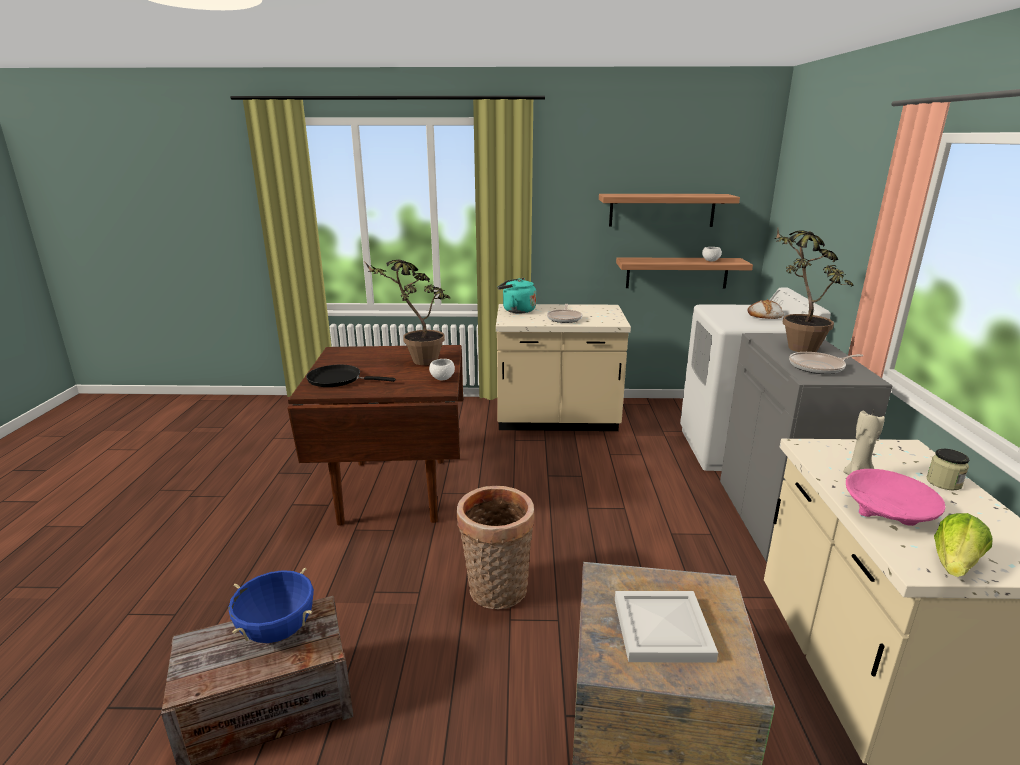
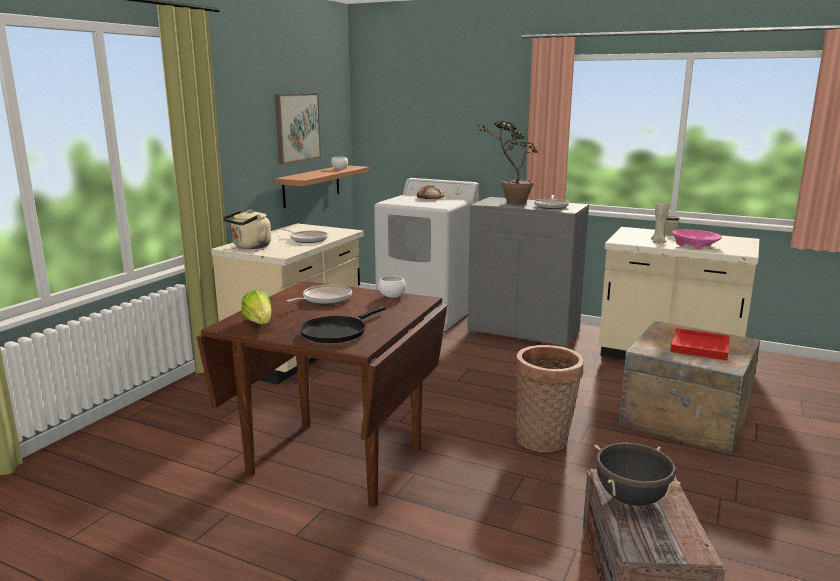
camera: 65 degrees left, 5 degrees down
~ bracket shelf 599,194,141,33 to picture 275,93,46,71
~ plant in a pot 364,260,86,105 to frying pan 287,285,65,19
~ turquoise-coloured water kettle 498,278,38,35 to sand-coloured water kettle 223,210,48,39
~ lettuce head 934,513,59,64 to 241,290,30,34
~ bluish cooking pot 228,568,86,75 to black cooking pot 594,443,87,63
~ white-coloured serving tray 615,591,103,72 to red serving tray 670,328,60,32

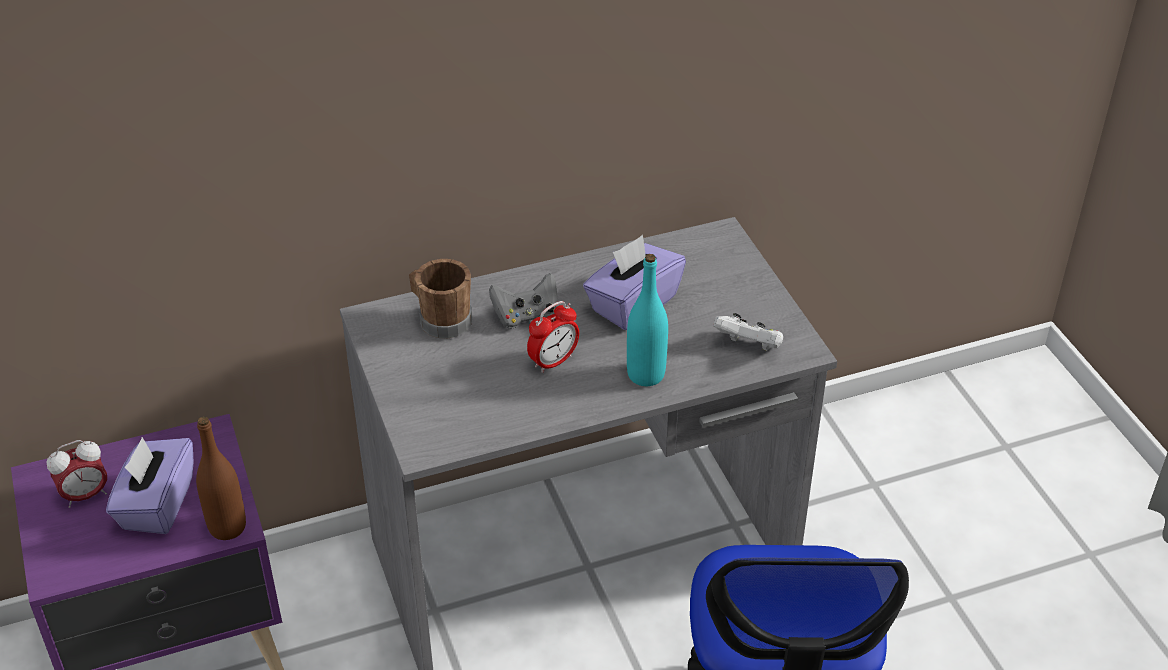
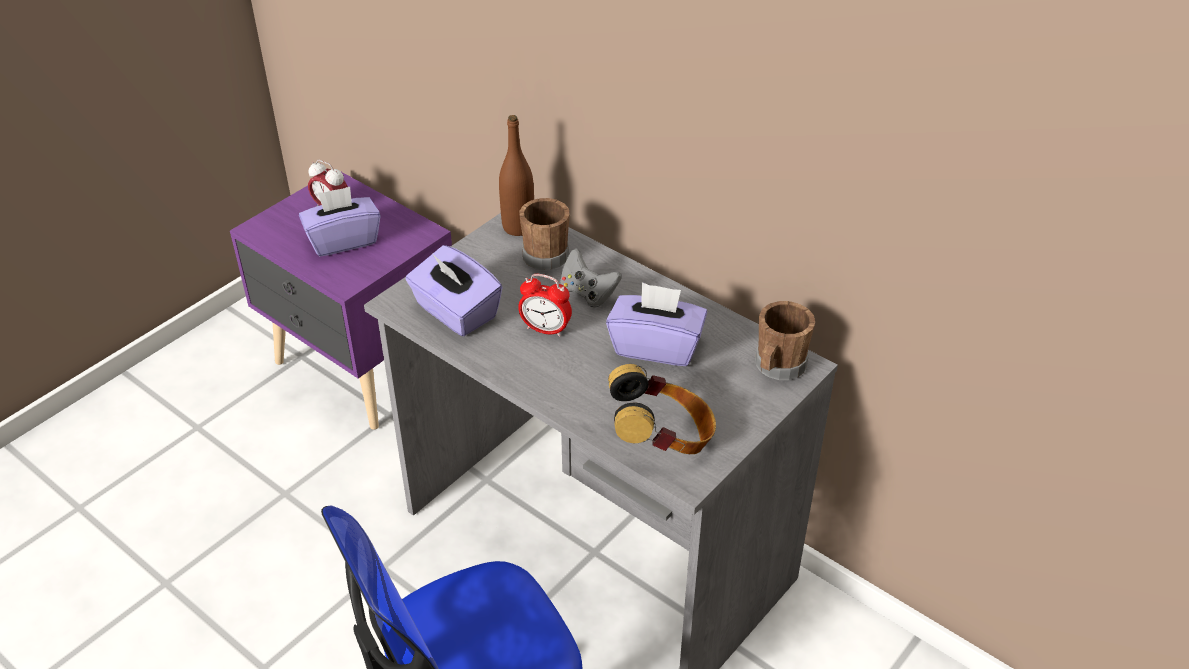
camera: 60 degrees right, 0 degrees up
- turquoise-coloured drink bottle 627,254,41,132
~ white-coloured gamepad 714,313,69,38 to pair of headphones 608,364,108,90
~ brown drink bottle 196,417,50,123 to 499,115,35,121
+ purplish tissue box 405,245,98,91
+ brown tea mug 755,301,60,79

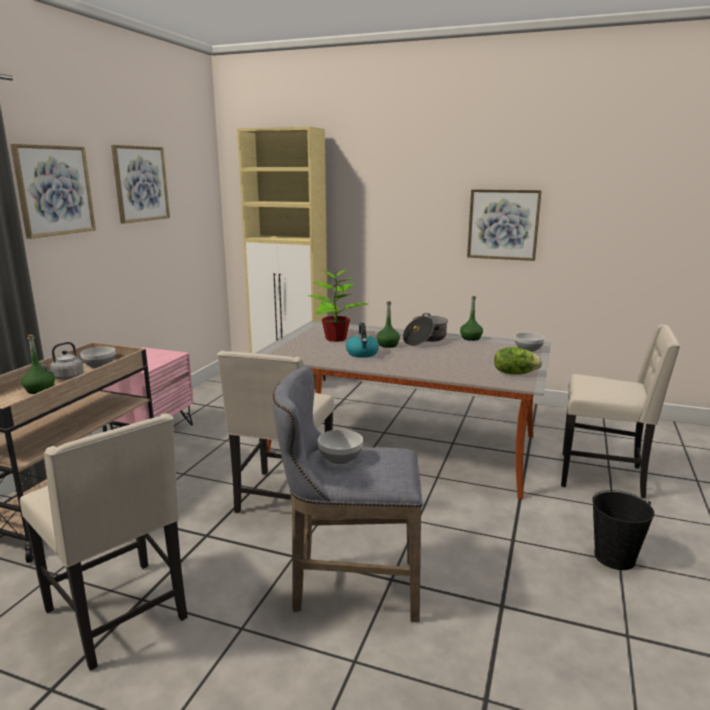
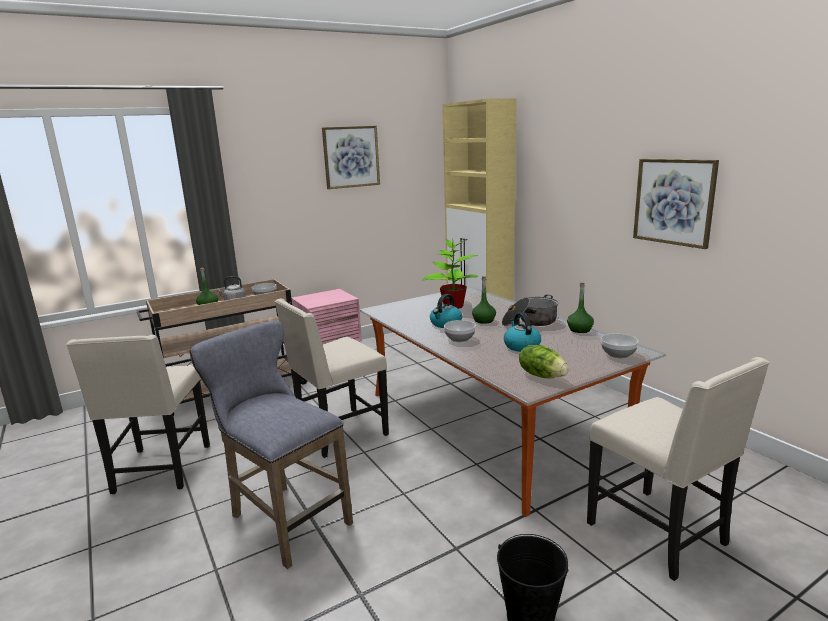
camera: 40 degrees right, 0 degrees up
- picture 11,144,85,95
~ deep dish 318,430,45,34 to 444,320,32,22
+ water kettle 504,312,37,40

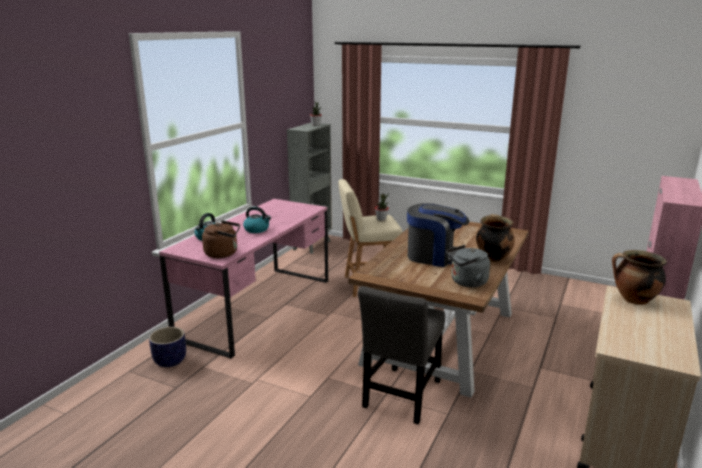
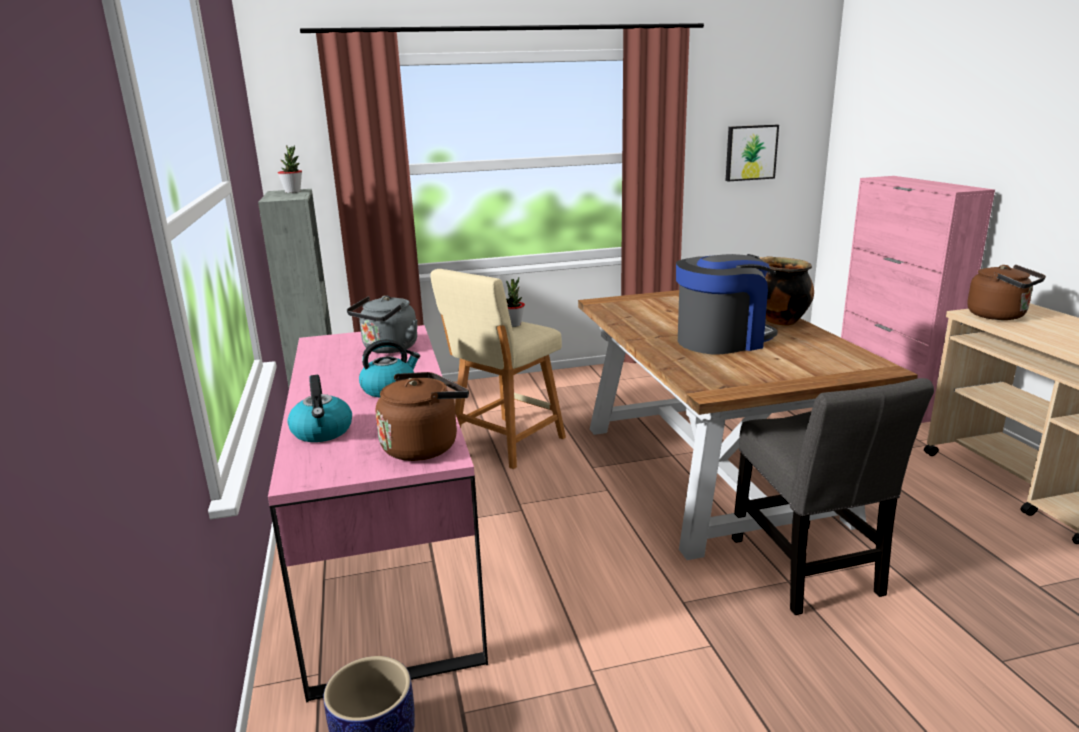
camera: 40 degrees left, 0 degrees up
~ grey water kettle 446,245,44,42 to 347,296,71,57
~ cooking pot 612,250,55,55 to brown water kettle 967,265,79,55
+ picture 726,125,53,56

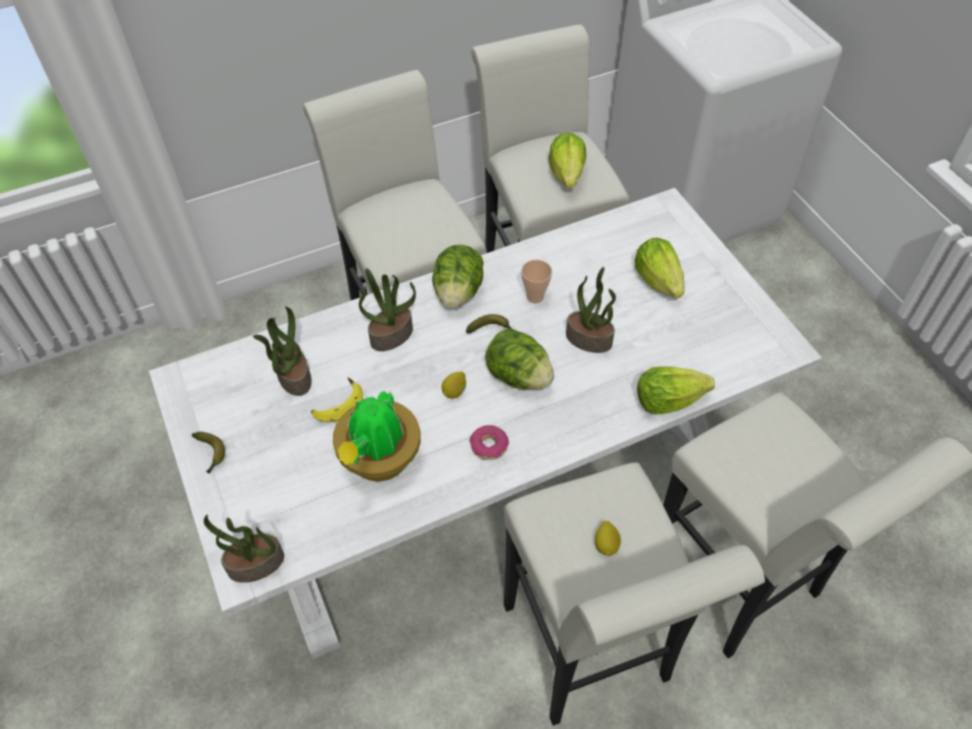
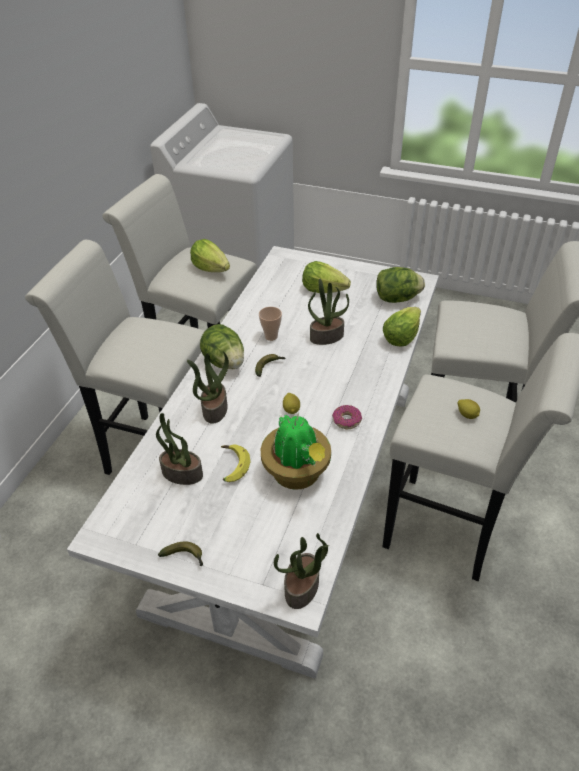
camera: 45 degrees left, 10 degrees down
~ lettuce head 485,328,69,62 to 376,267,49,36

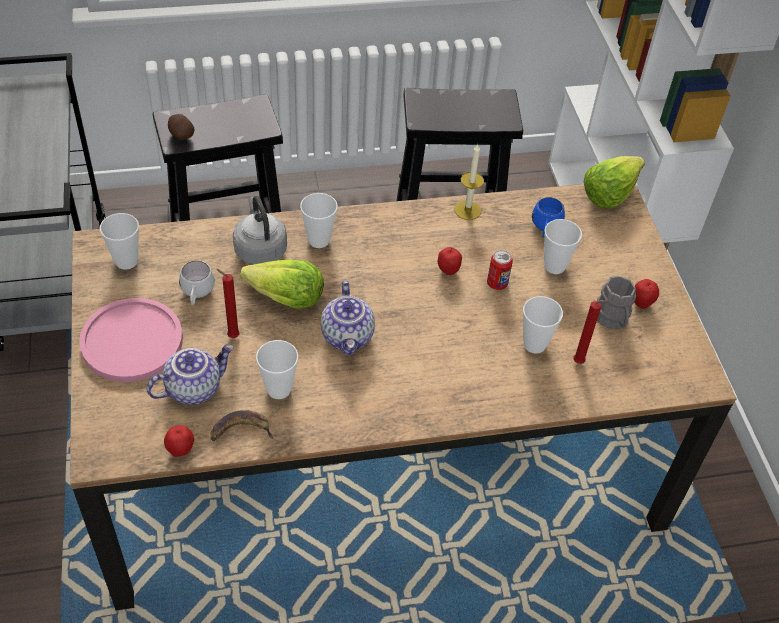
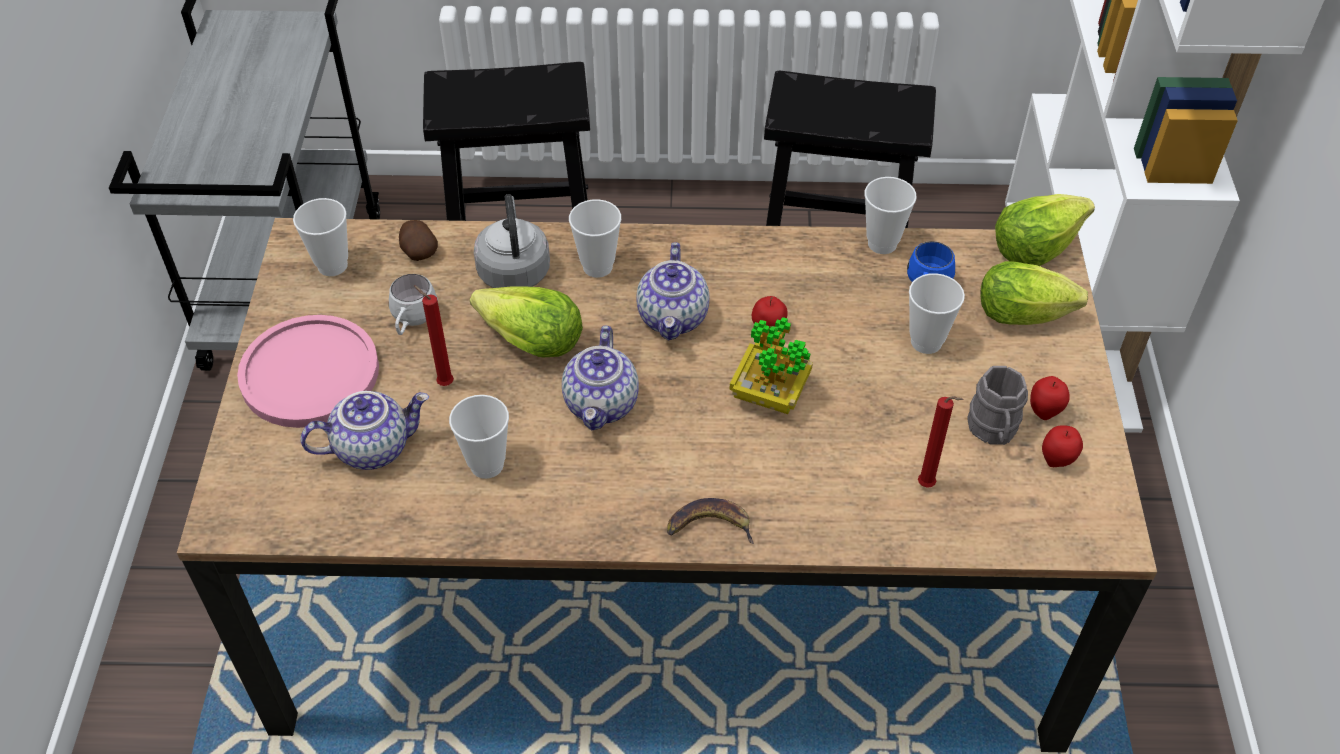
camera: 15 degrees right, 0 degrees up
~ whole potato 168,114,26,26 to 399,220,39,41
- candle 455,144,29,76
- sealed can 487,250,26,40
~ small cup 523,296,40,58 to 864,177,53,77
~ whole banana 211,410,62,31 to 667,498,87,46
~ apple fruit 164,425,30,32 to 1042,425,41,42
+ pot for tea 636,242,73,99
+ lettuce head 980,261,108,64
+ plant in a pot 729,317,84,97

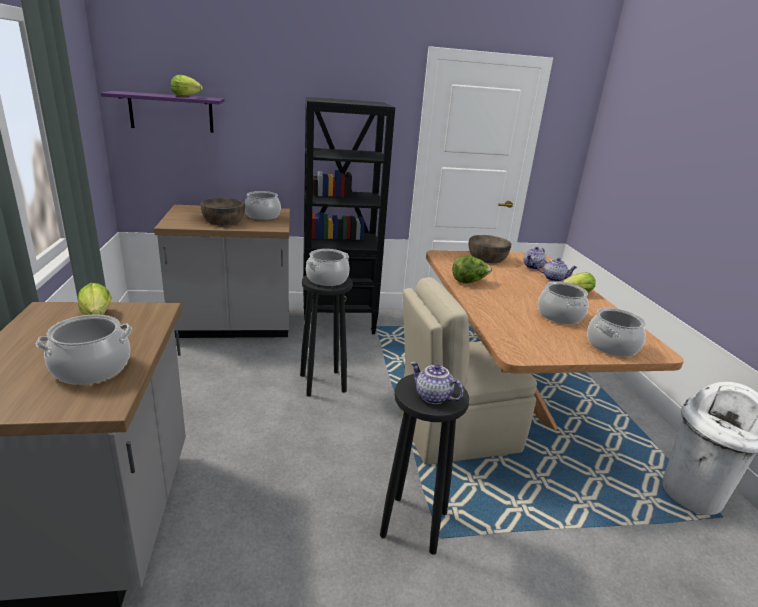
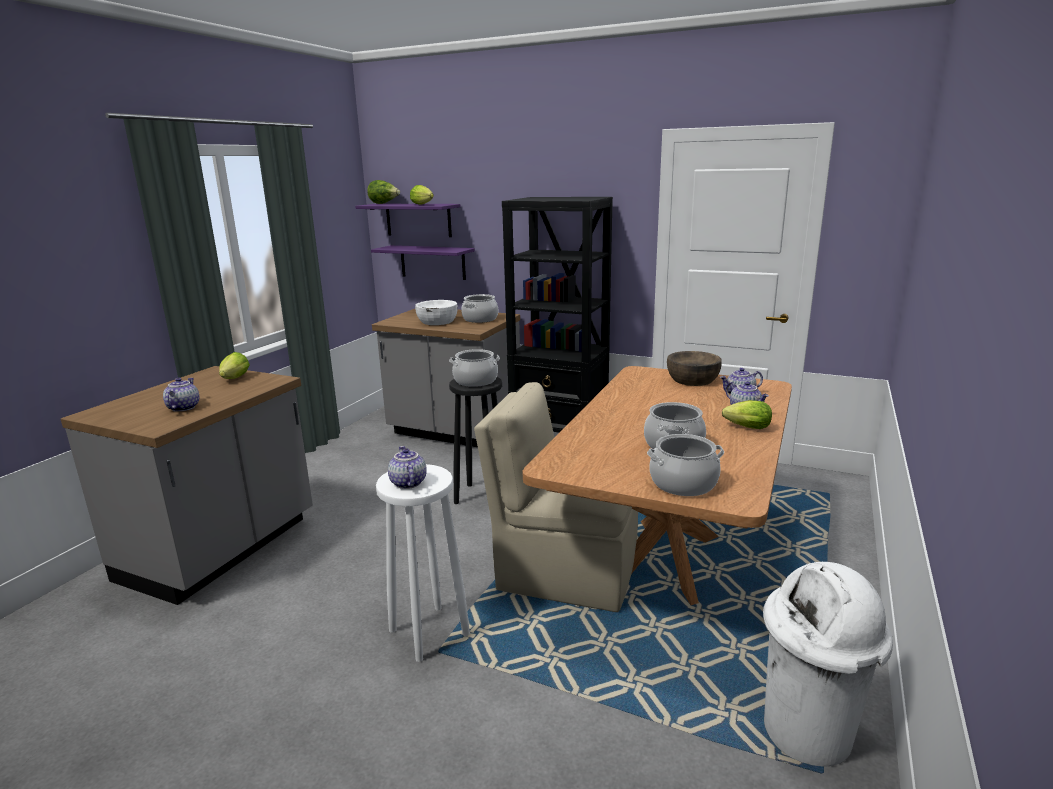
camera: 35 degrees right, 5 degrees down
~ brown deep dish 200,198,45,27 to white-coloured deep dish 415,300,43,25
~ lettuce head 452,256,40,28 to 367,180,33,24
~ cooking pot 36,314,96,71 to pot for tea 163,378,36,34
~ black sitting stool 380,374,89,181 to white-coloured sitting stool 376,464,94,198
+ purplish bracket shelf 371,245,104,35

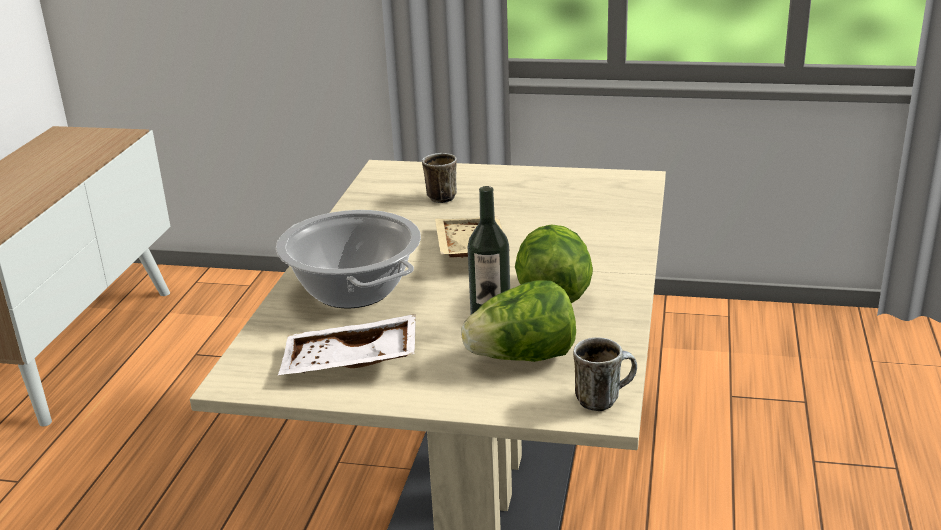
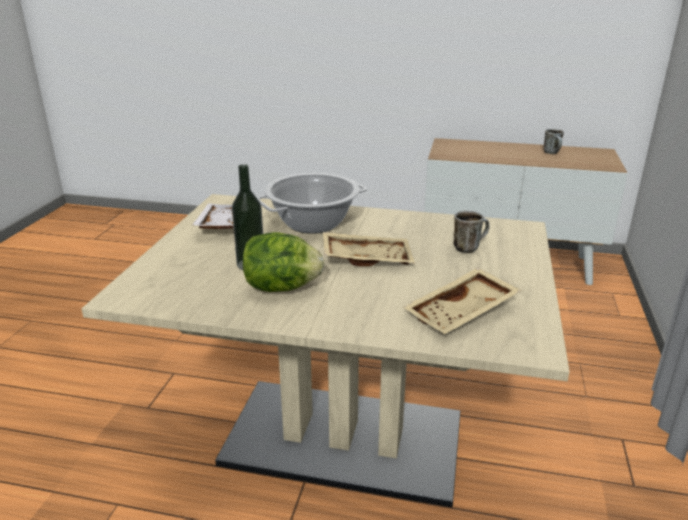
camera: 90 degrees right, 0 degrees up
- lettuce head 461,280,115,82
~ tea mug 573,337,64,74 to 543,129,21,25
+ sand-coloured serving tray 403,268,119,66

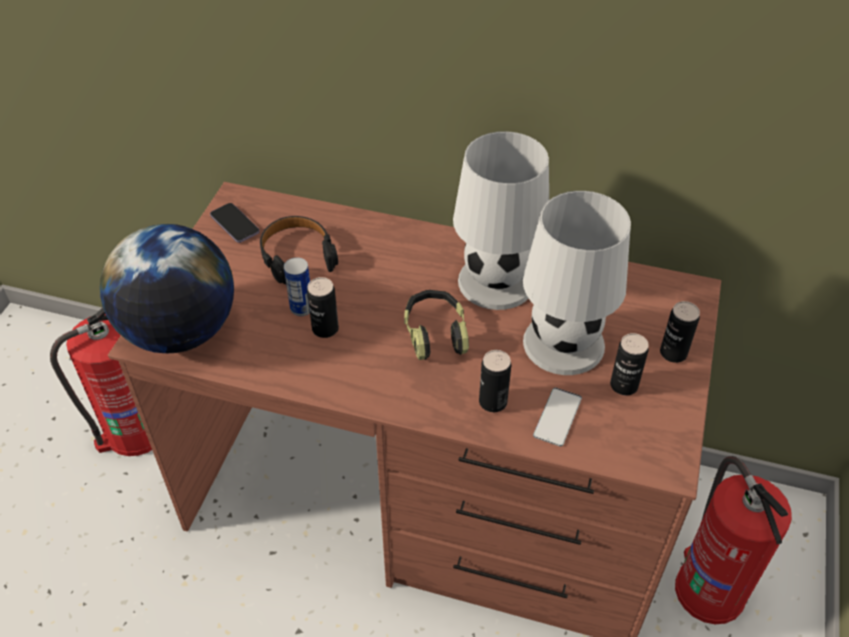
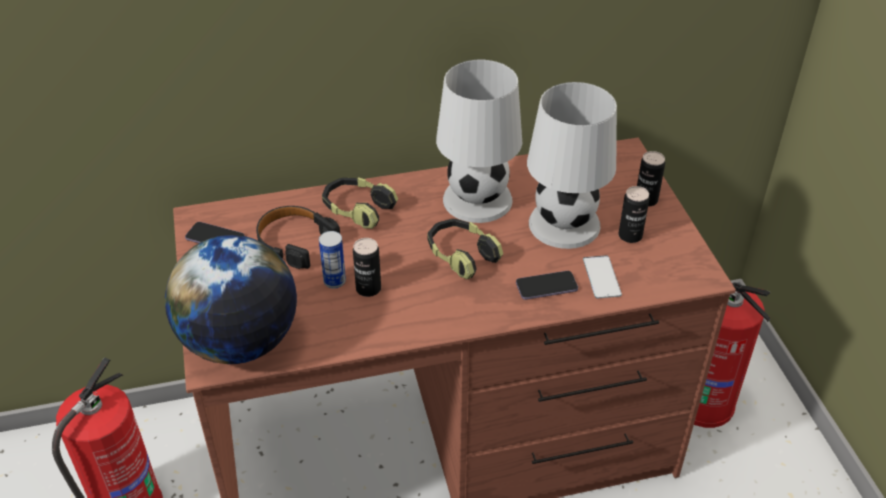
camera: 30 degrees left, 5 degrees down
~ sealed can 479,350,32,62 to telephone 516,271,62,29
+ pair of headphones 322,177,76,52

